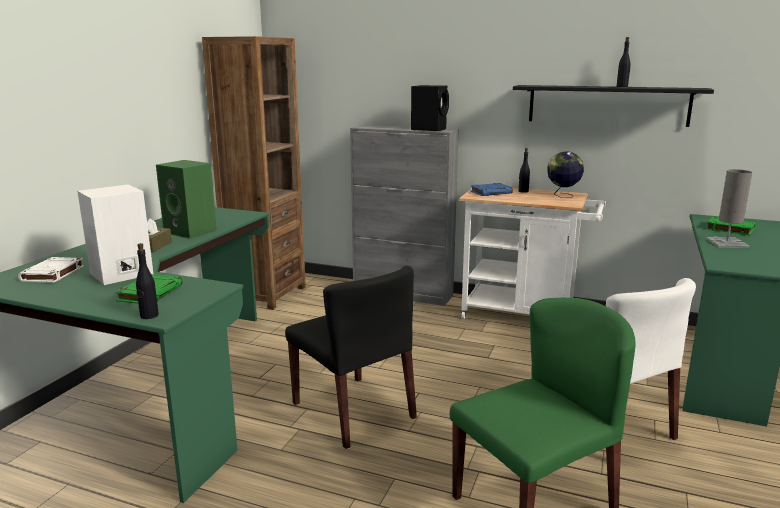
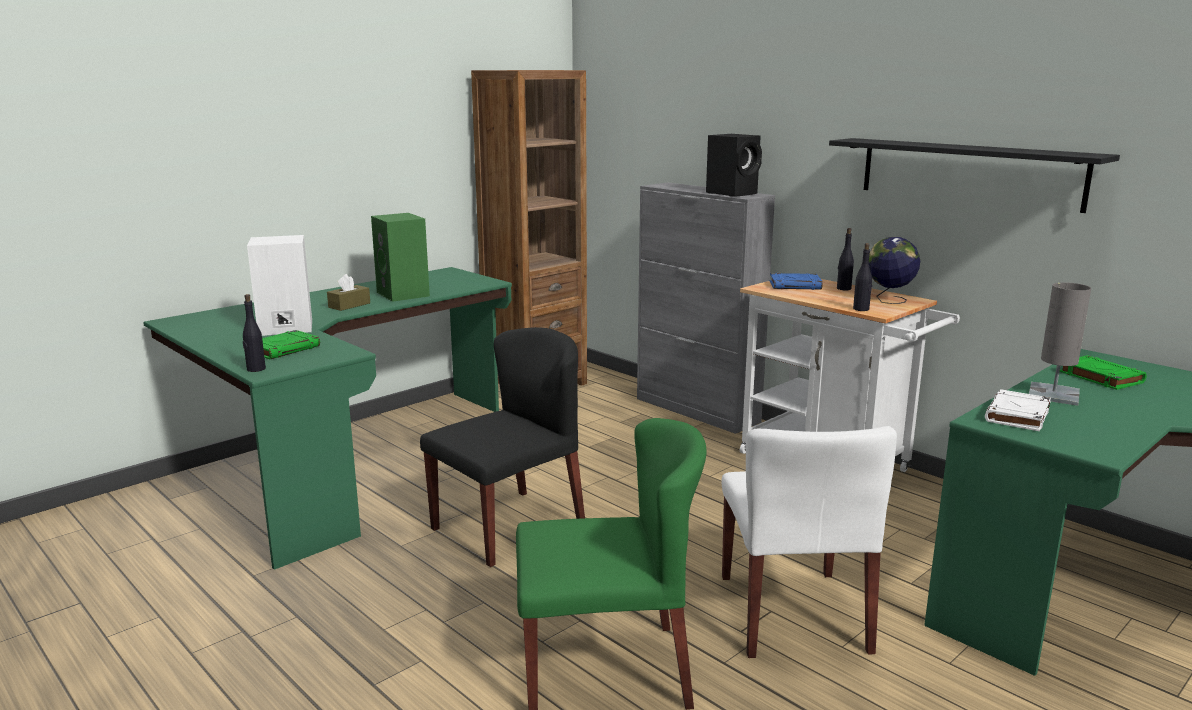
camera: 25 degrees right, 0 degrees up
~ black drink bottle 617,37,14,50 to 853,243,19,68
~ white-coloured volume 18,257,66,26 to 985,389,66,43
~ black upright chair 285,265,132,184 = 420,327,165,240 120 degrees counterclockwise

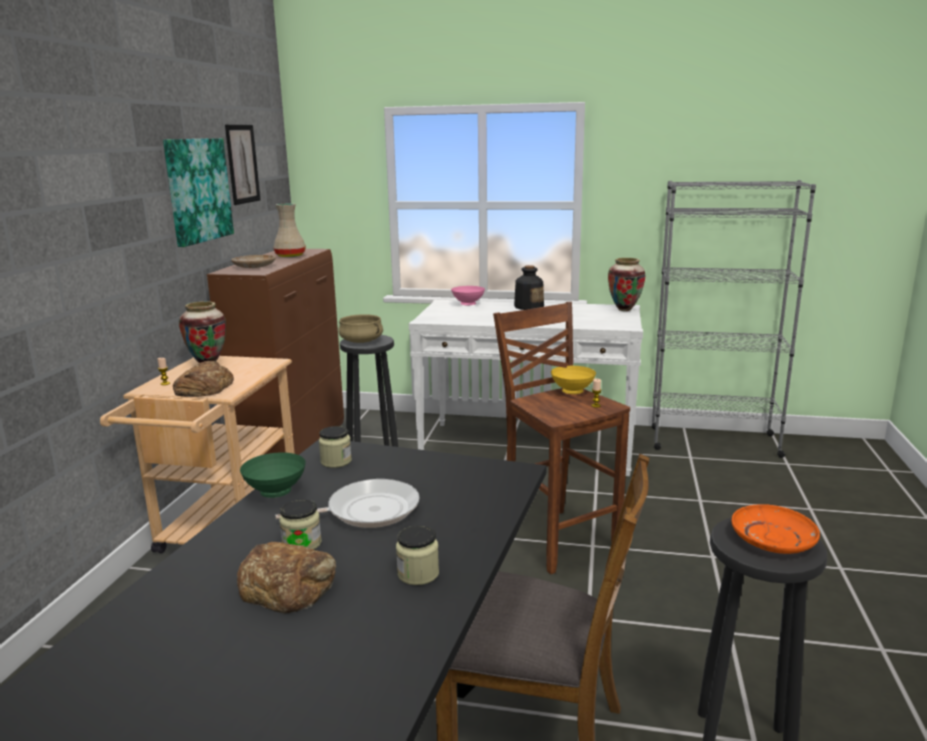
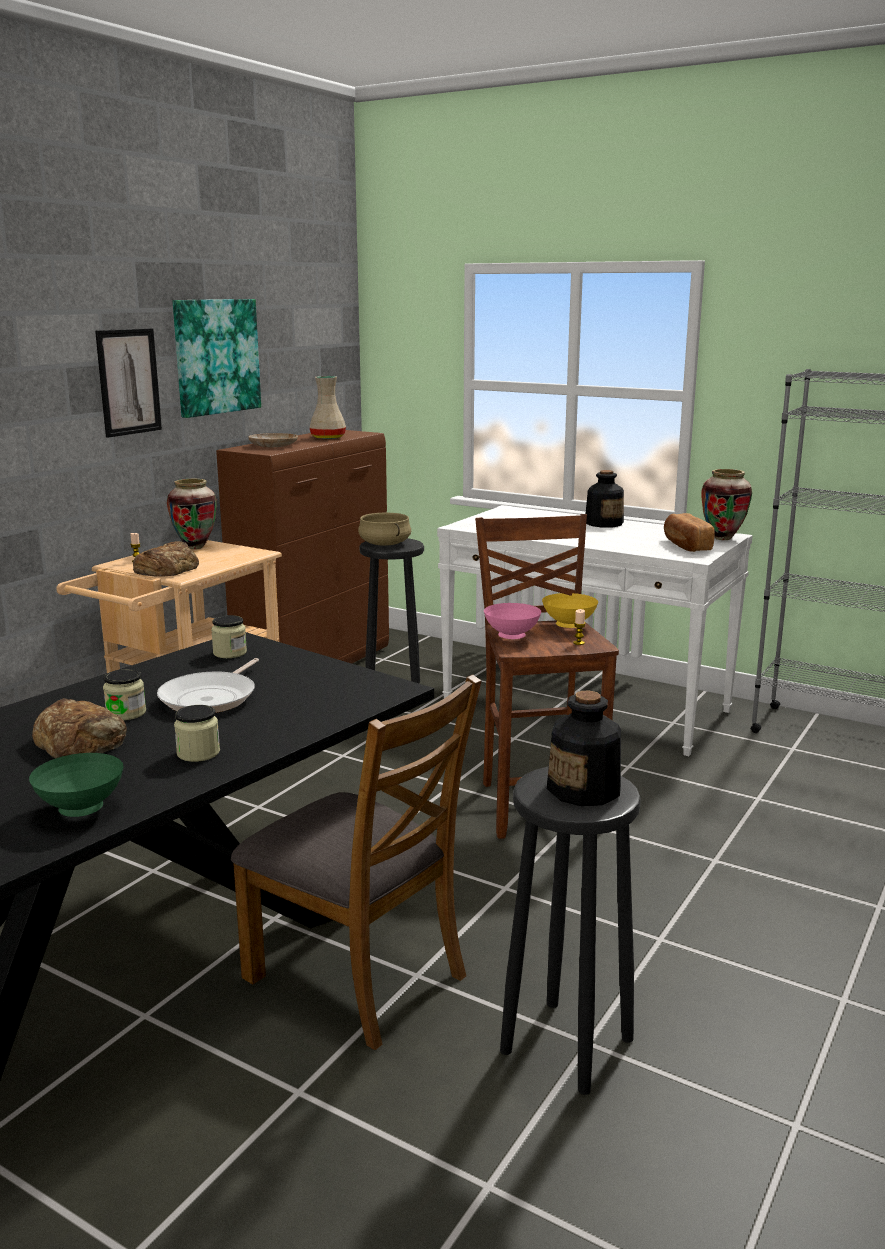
camera: 20 degrees right, 0 degrees up
~ picture 225,125,35,80 to 95,328,67,110
~ pinkish deep dish 451,286,34,20 to 484,603,57,36
~ green deep dish 240,452,66,46 to 29,753,95,64
~ frying pan 276,479,144,49 = 157,658,102,55 105 degrees clockwise
~ orange-coloured flat dish 731,504,89,50 to drink bottle 547,691,74,115
+ bakery bread 664,513,51,39

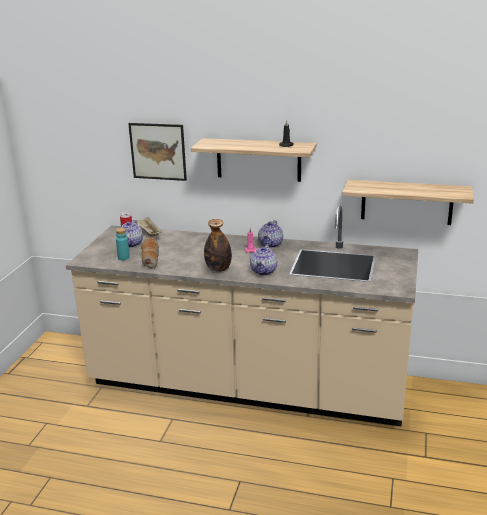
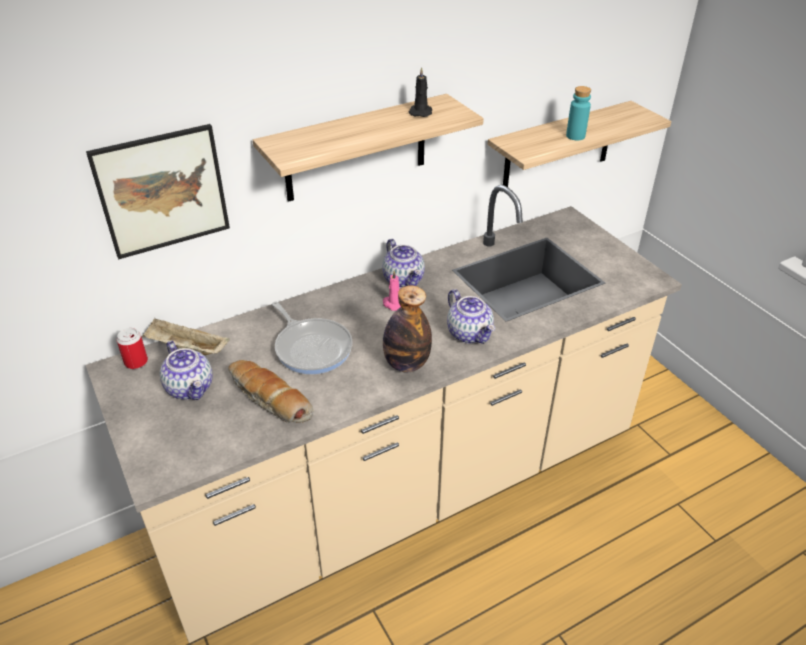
camera: 45 degrees left, 15 degrees up
~ turquoise-coloured drink bottle 116,228,14,32 to 566,86,25,54
+ frying pan 272,301,81,73

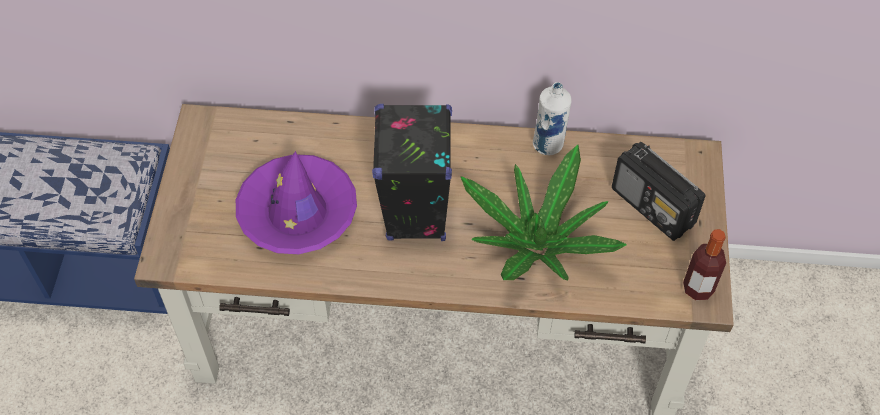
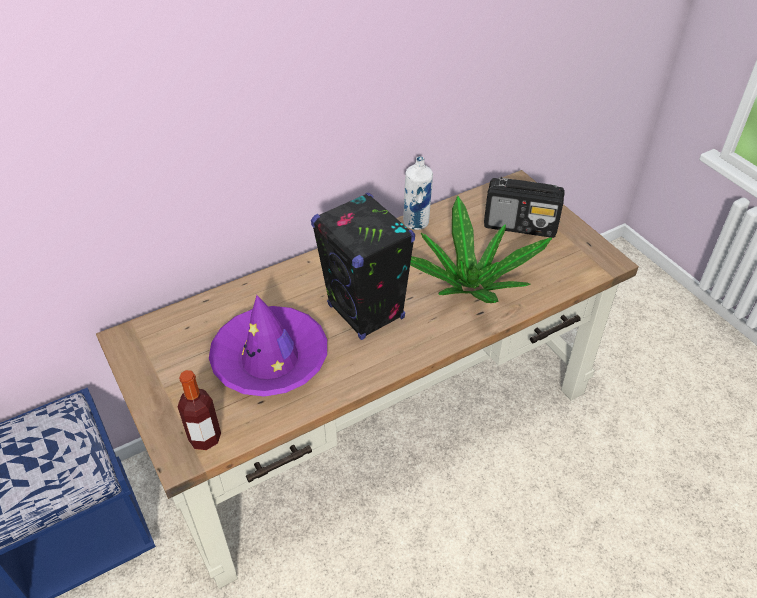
camera: 35 degrees left, 10 degrees down
~ drink bottle 683,229,43,71 to 178,370,43,80

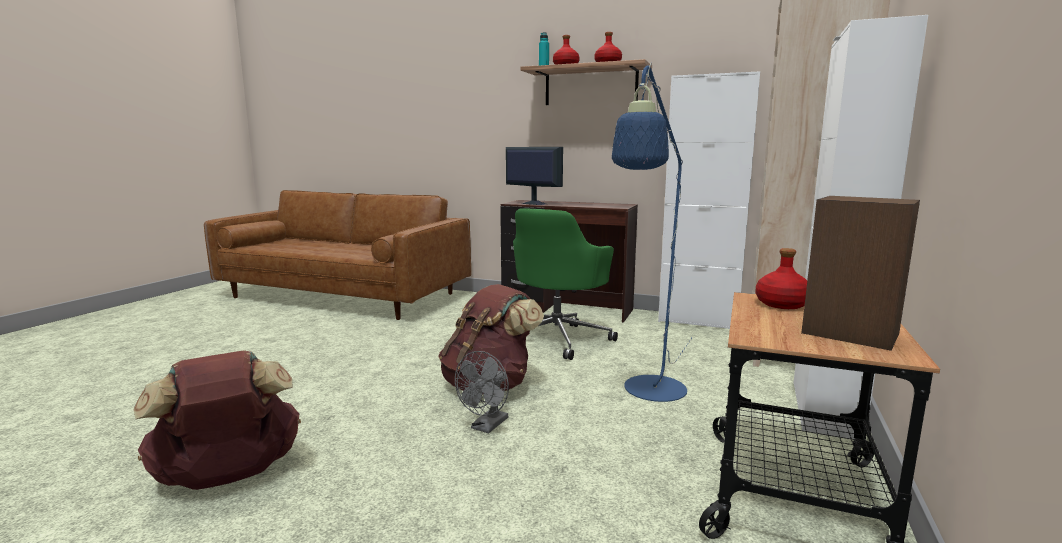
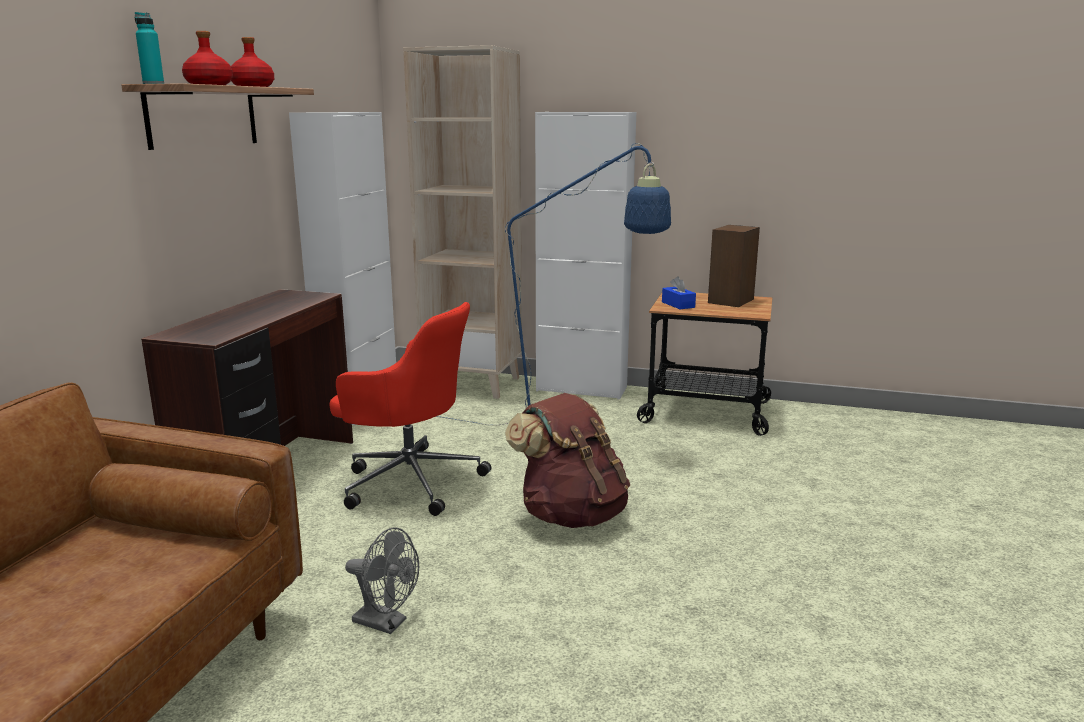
camera: 95 degrees left, 5 degrees up
- monitor 506,147,57,58
~ green office chair 513,208,105,152 to red office chair 330,302,161,214
~ red drink bottle 755,248,52,61 to bluish tissue box 662,276,34,33
- brown knapsack 134,350,167,140
~ grey fan 455,351,54,82 to 345,527,74,107

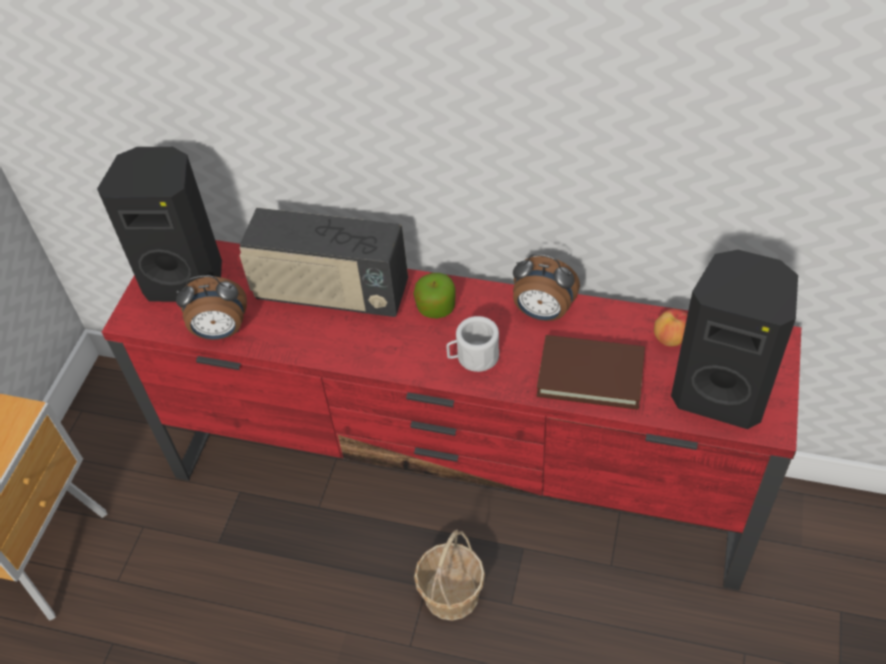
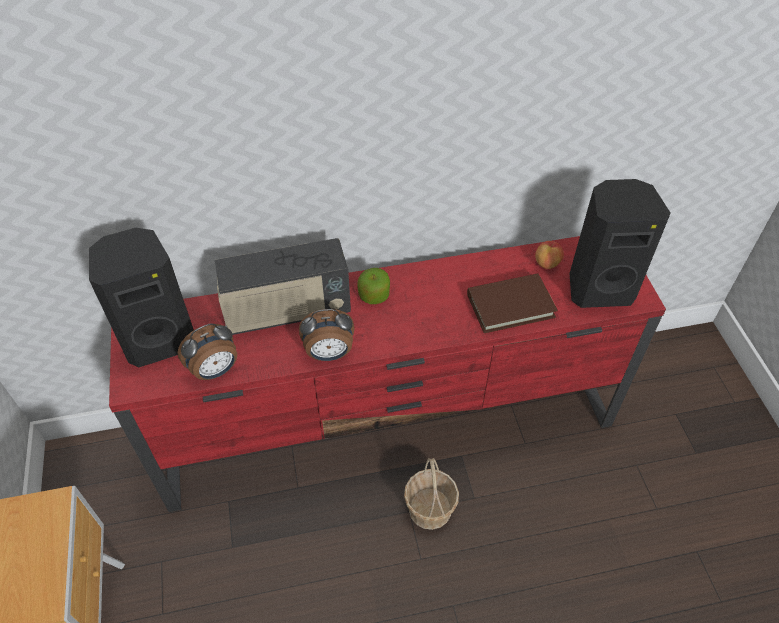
camera: 30 degrees left, 0 degrees up
~ table clock 513,254,67,67 to 299,309,55,52
- white-coloured tea mug 446,316,53,56

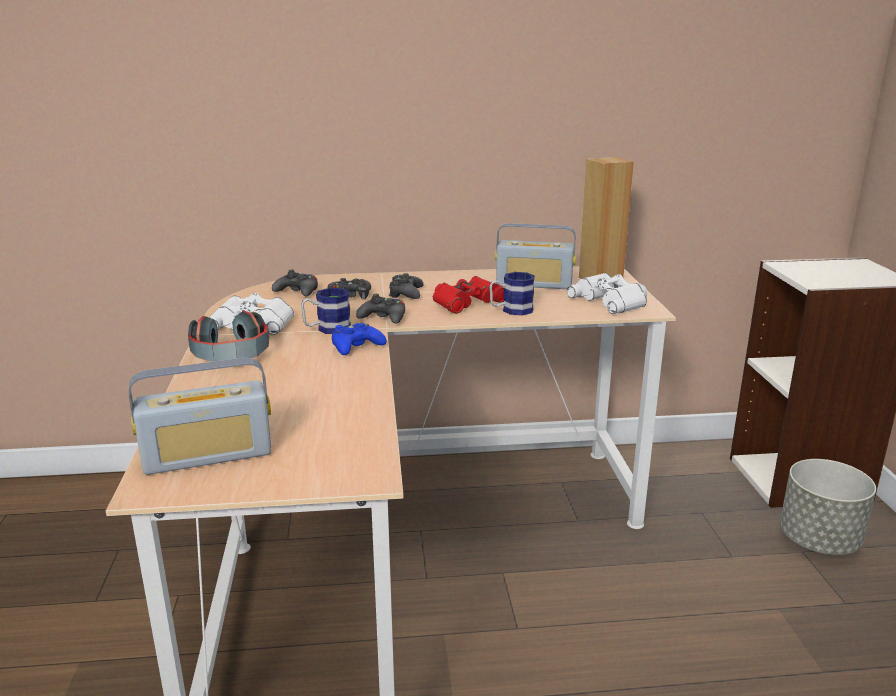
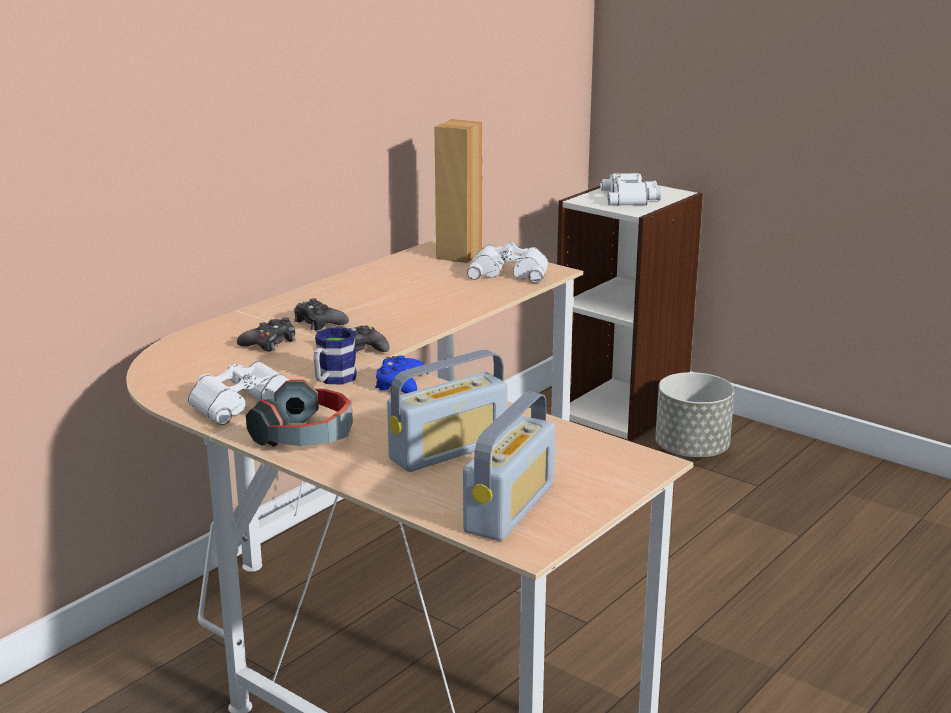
camera: 45 degrees left, 0 degrees up
~ radio set 495,223,81,66 to 387,349,121,123
- black gamepad 272,270,46,26
- tea mug 489,272,46,43
- red binoculars 433,276,71,38
+ white-coloured binoculars 600,173,61,33

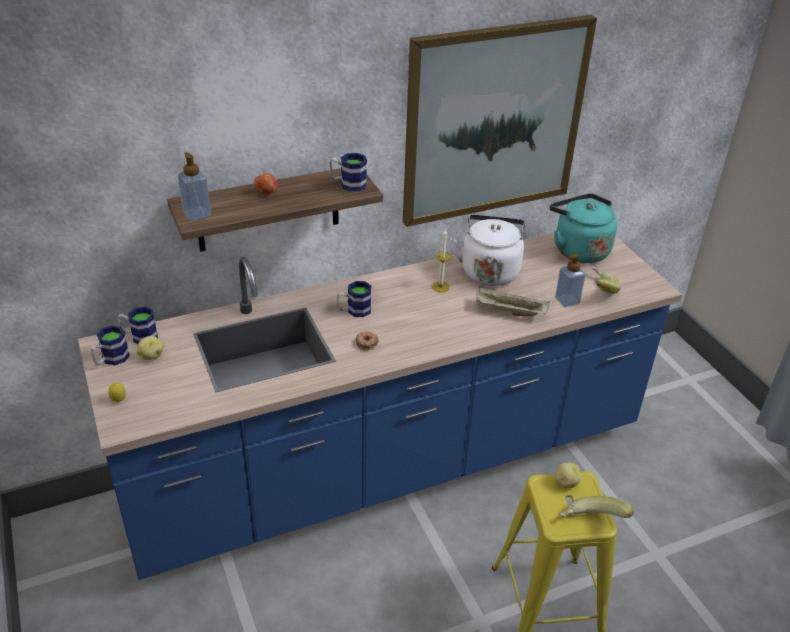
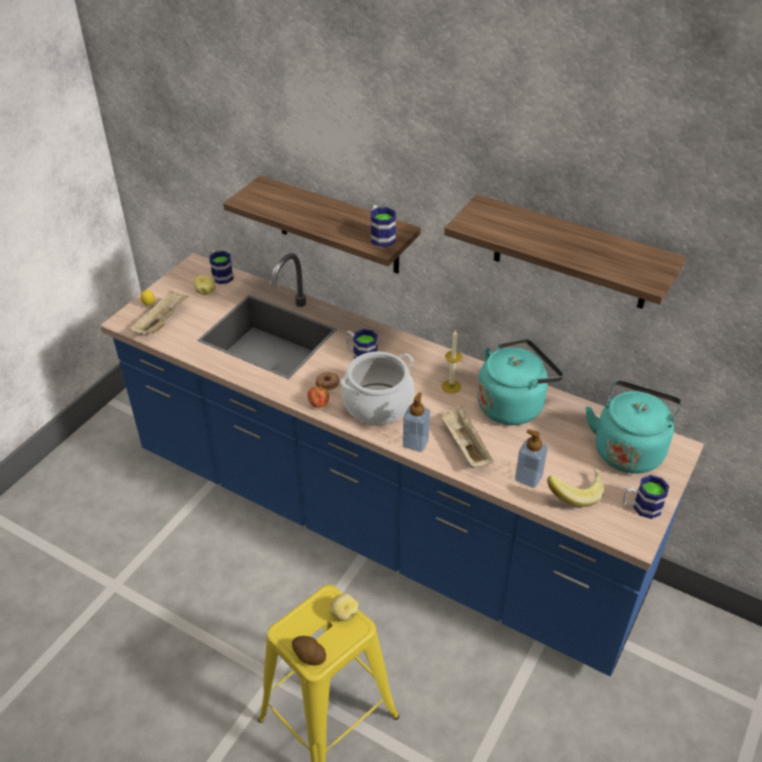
camera: 55 degrees right, 5 degrees up
~ picture 403,15,194,212 to bracket shelf 444,194,242,115
~ soap dispenser 178,152,33,69 to 403,392,27,60
~ apple fruit 254,171,23,24 to 308,386,21,22
~ white-coloured water kettle 450,214,75,72 to turquoise-coloured water kettle 477,338,87,87
~ tea mug 91,325,39,40 to 623,475,46,44
~ whole banana 559,496,75,22 to whole potato 292,636,34,30
+ sand-coloured serving tray 130,290,59,45
+ cooking pot 340,351,74,74

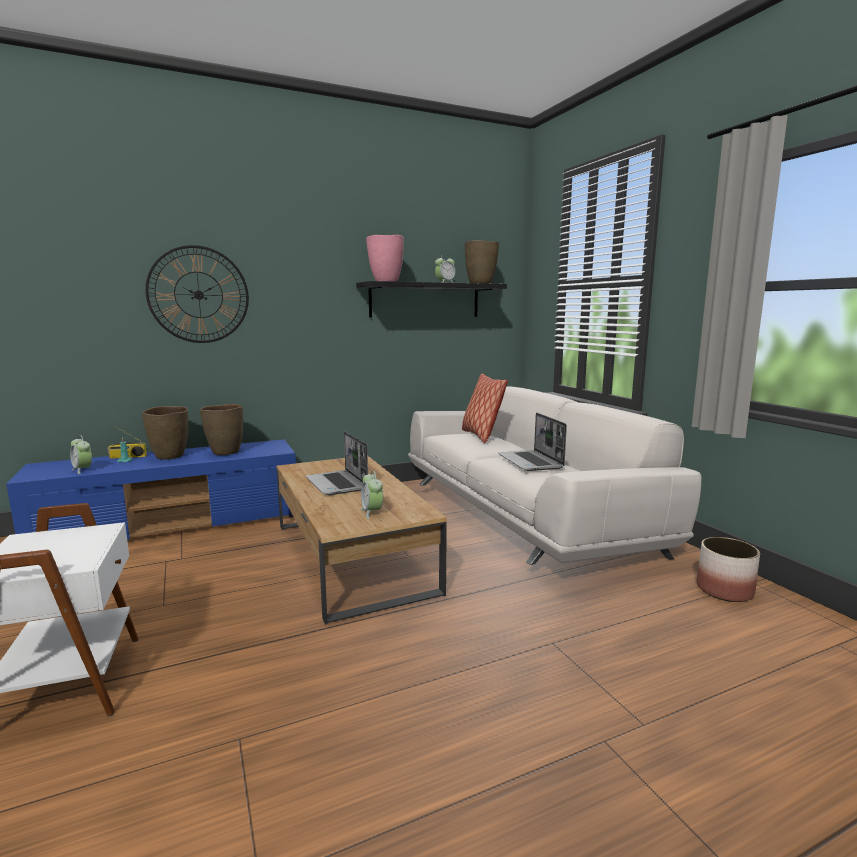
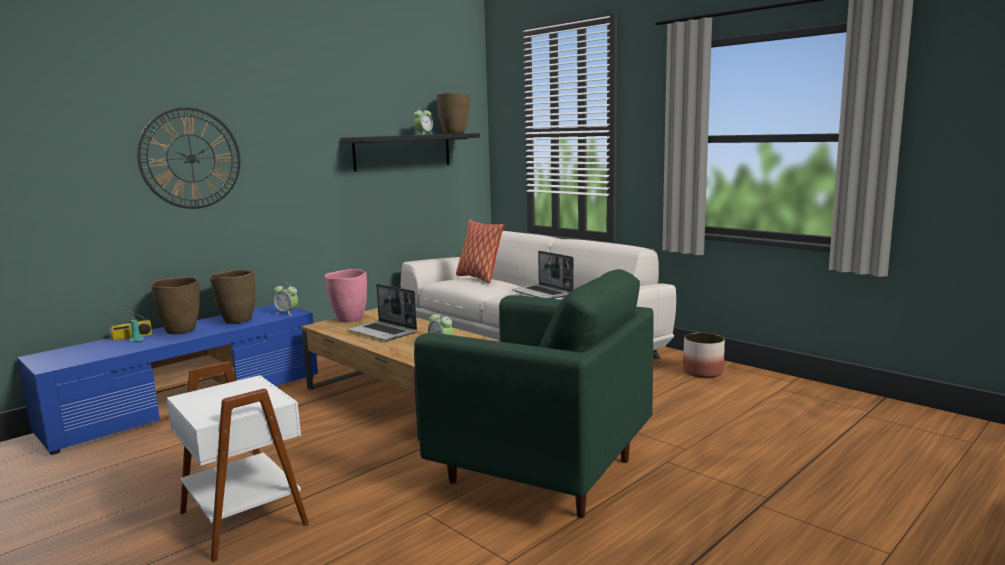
camera: 20 degrees left, 0 degrees up
~ pinkish vase 366,235,38,46 to 325,269,42,53
~ table clock 70,435,22,39 to 274,282,24,34
+ green lounge chair 414,269,240,249

